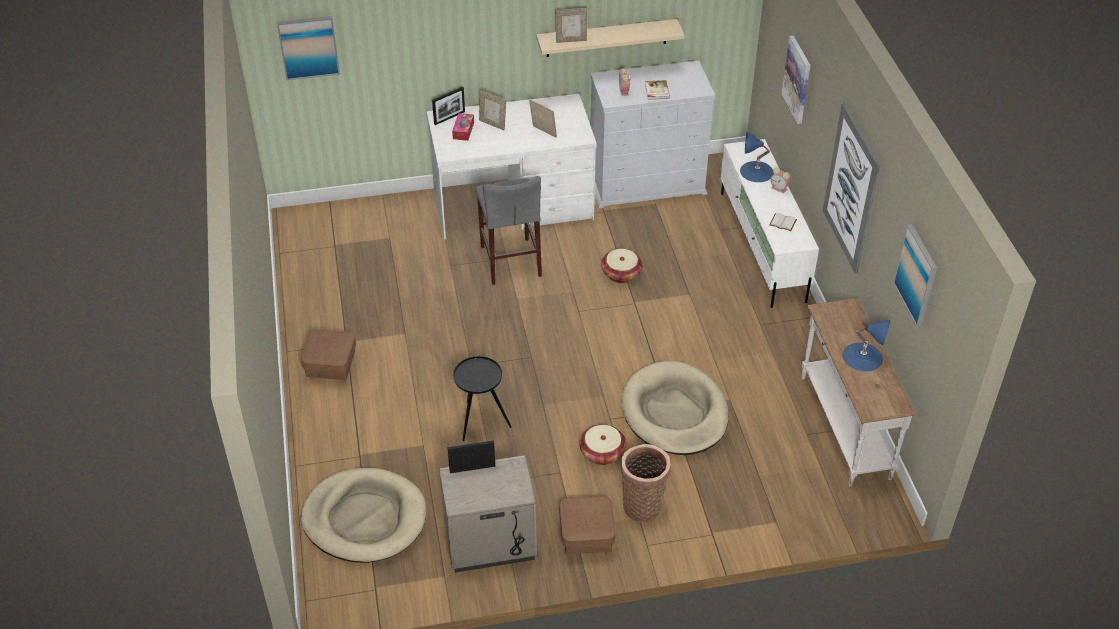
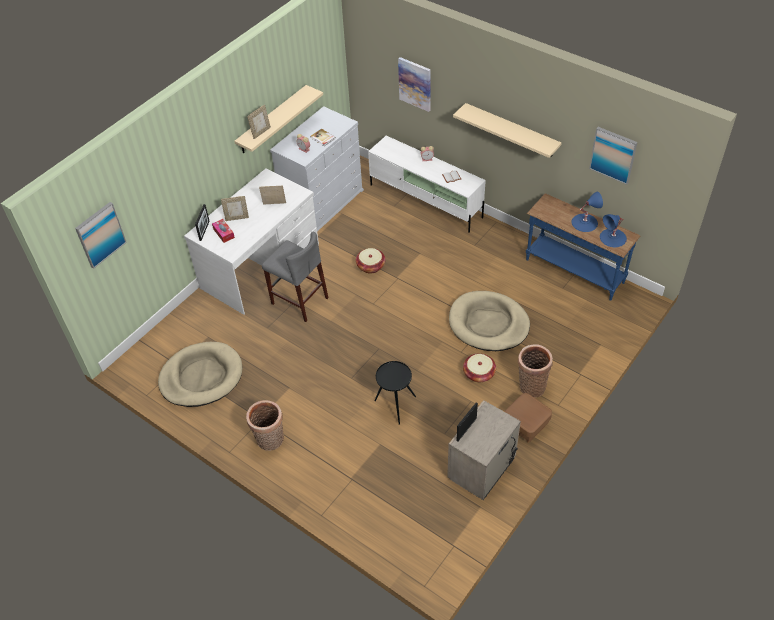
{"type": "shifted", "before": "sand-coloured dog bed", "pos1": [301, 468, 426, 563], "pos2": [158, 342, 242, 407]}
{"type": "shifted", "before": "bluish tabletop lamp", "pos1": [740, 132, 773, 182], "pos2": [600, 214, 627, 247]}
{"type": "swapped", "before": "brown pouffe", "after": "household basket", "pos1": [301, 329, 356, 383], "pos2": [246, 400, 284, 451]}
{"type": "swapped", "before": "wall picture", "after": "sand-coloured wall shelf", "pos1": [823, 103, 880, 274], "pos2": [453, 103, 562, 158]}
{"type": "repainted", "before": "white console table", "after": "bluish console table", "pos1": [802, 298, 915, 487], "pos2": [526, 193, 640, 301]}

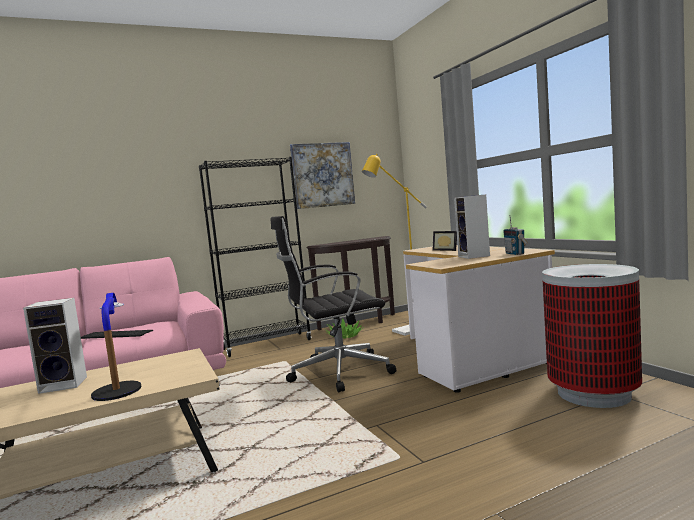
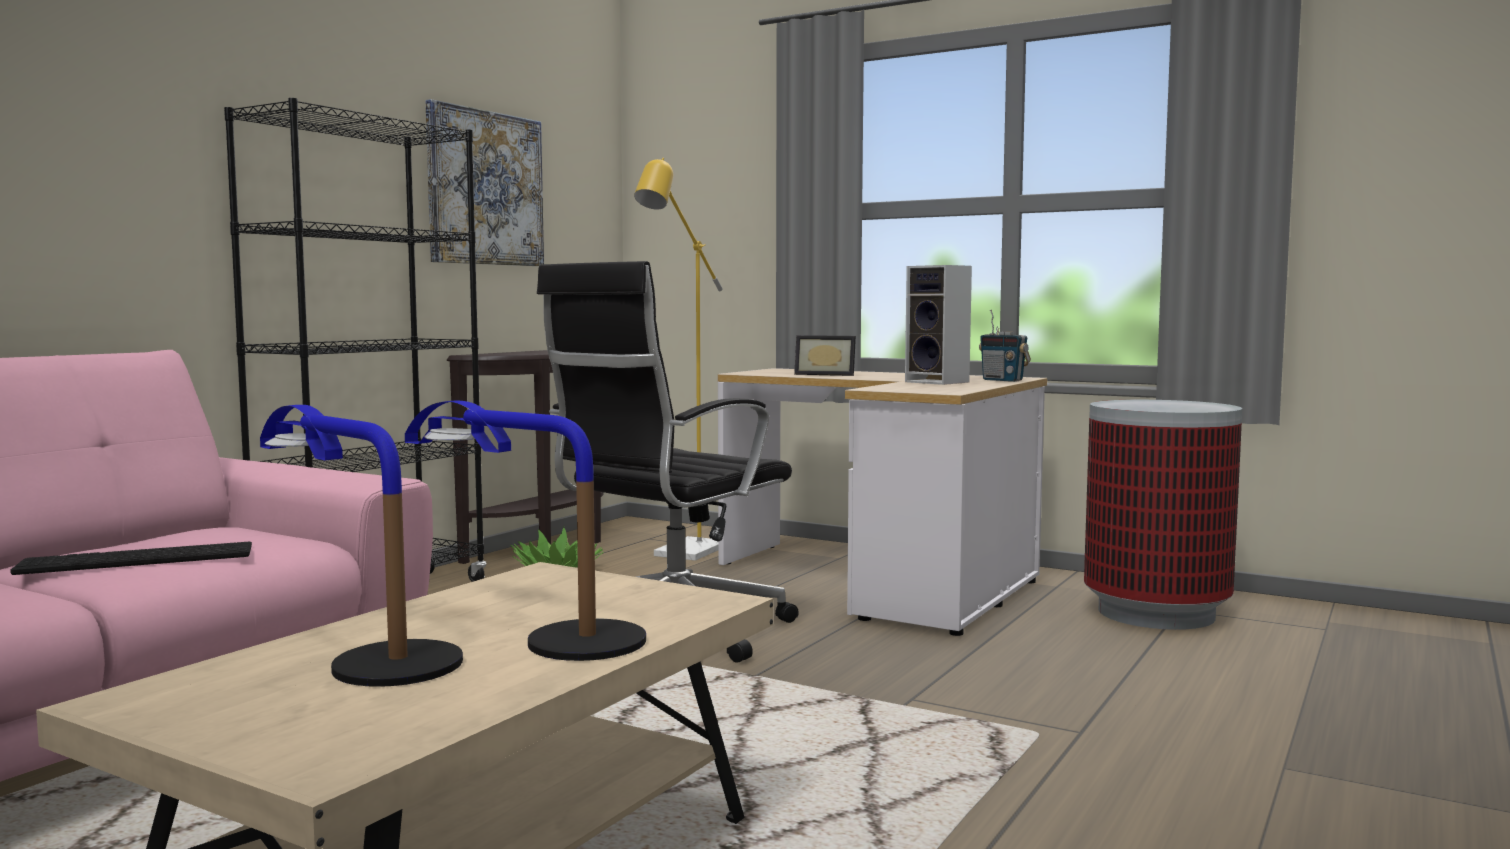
{"type": "swapped", "before": "audio speaker", "after": "tabletop lamp", "pos1": [23, 298, 87, 394], "pos2": [260, 405, 463, 687]}

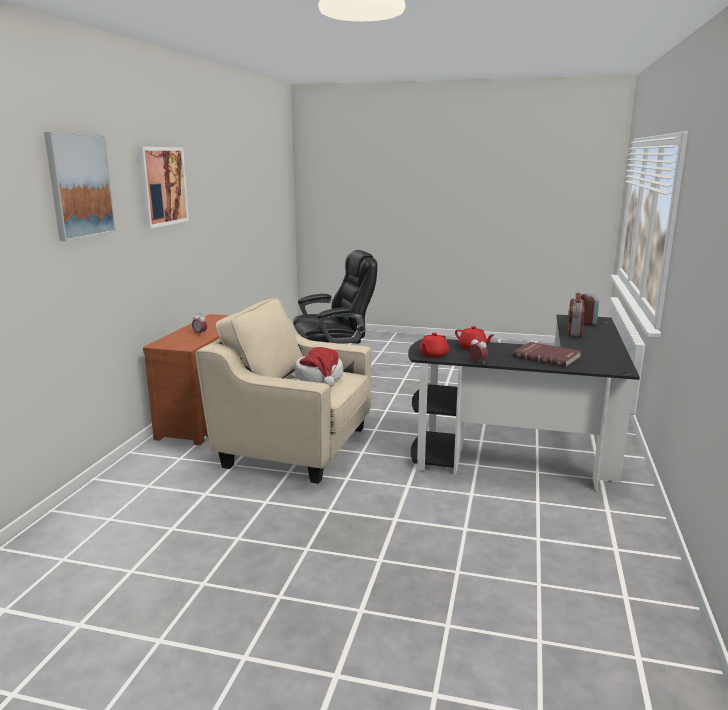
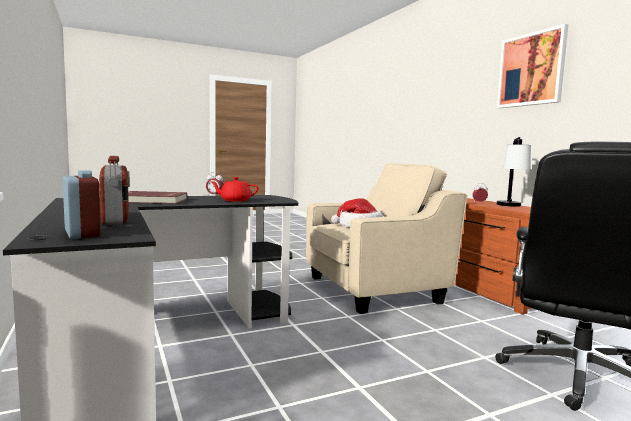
{"type": "gone", "before": "wall picture", "pos1": [44, 132, 116, 241]}
{"type": "gone", "before": "reddish tea pot", "pos1": [419, 332, 449, 358]}
{"type": "new", "after": "tabletop lamp", "pos2": [497, 137, 531, 207]}

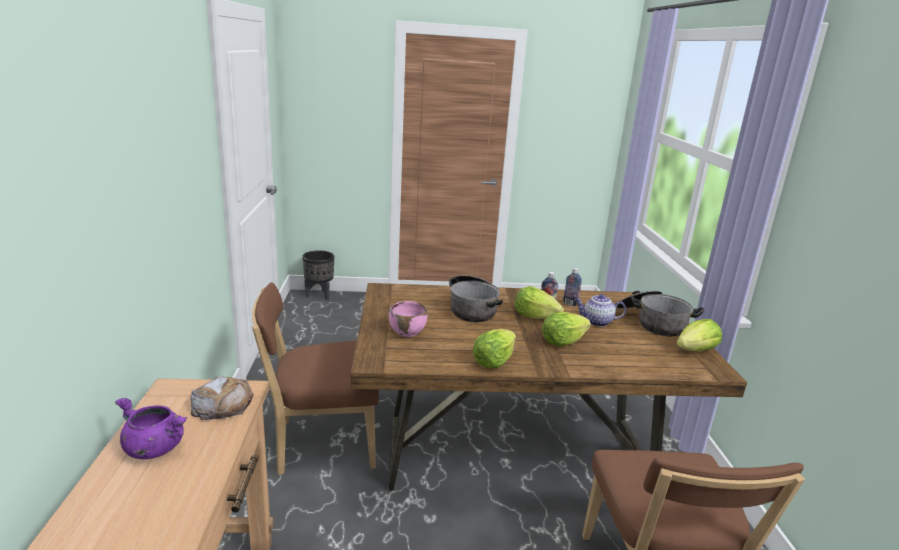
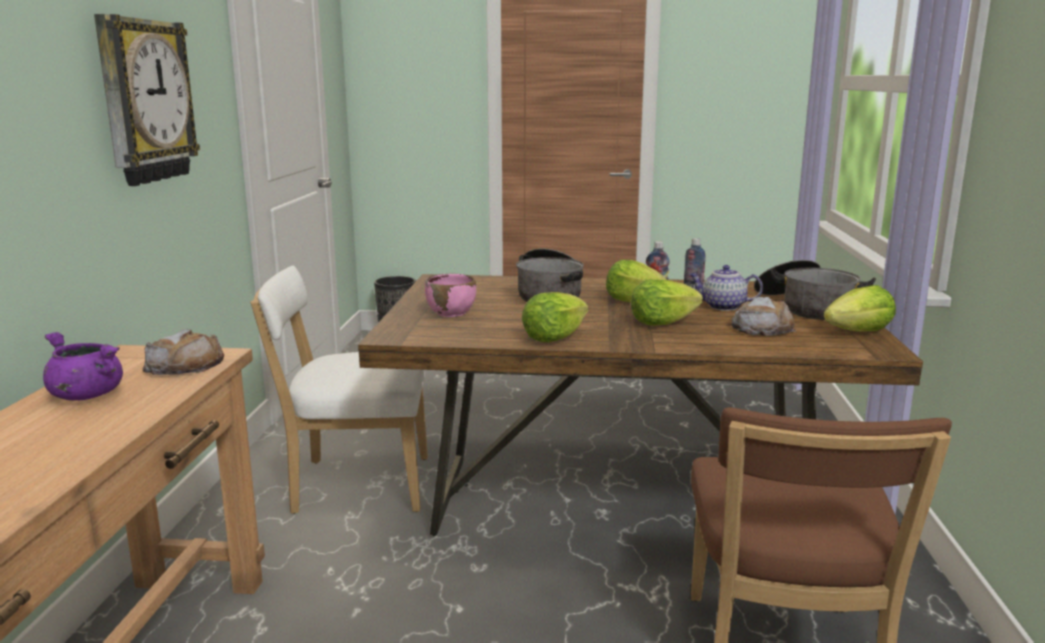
{"type": "new", "after": "hanging clock", "pos2": [94, 14, 200, 186]}
{"type": "new", "after": "bread", "pos2": [731, 297, 796, 336]}
{"type": "repainted", "before": "brown upright chair", "after": "white upright chair", "pos1": [252, 282, 379, 475], "pos2": [250, 266, 428, 514]}

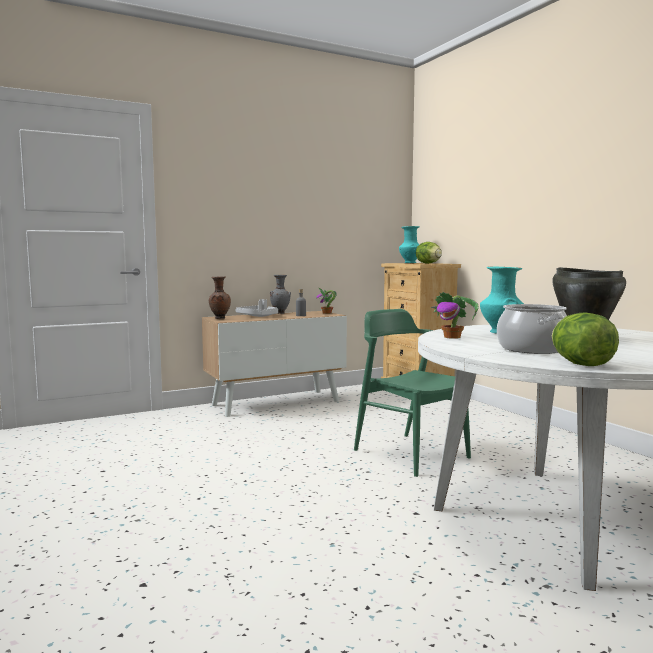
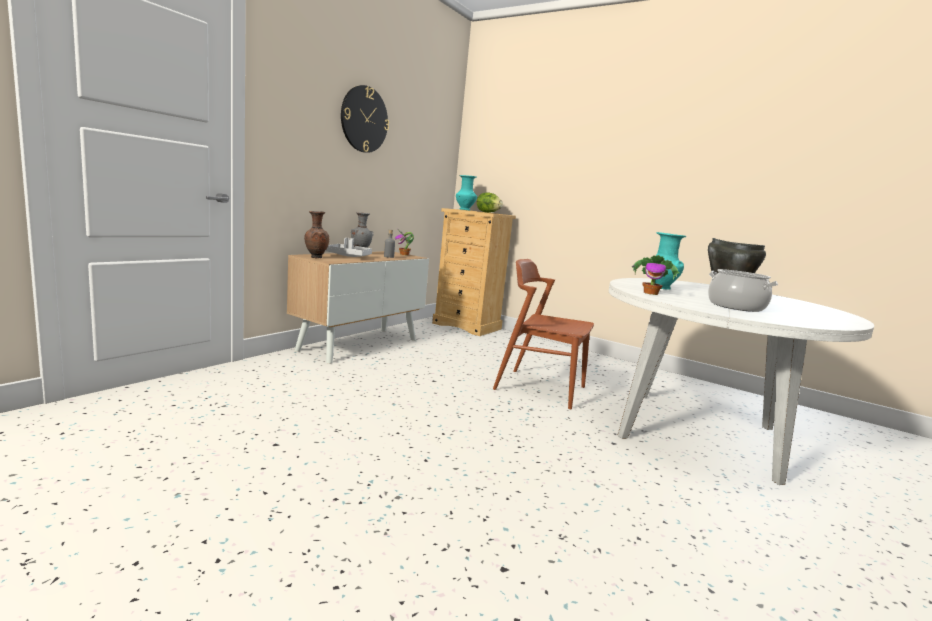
{"type": "gone", "before": "lettuce head", "pos1": [552, 312, 619, 366]}
{"type": "new", "after": "hanging clock", "pos2": [341, 85, 389, 153]}
{"type": "repainted", "before": "green upright chair", "after": "brown upright chair", "pos1": [354, 309, 471, 477], "pos2": [493, 259, 594, 409]}

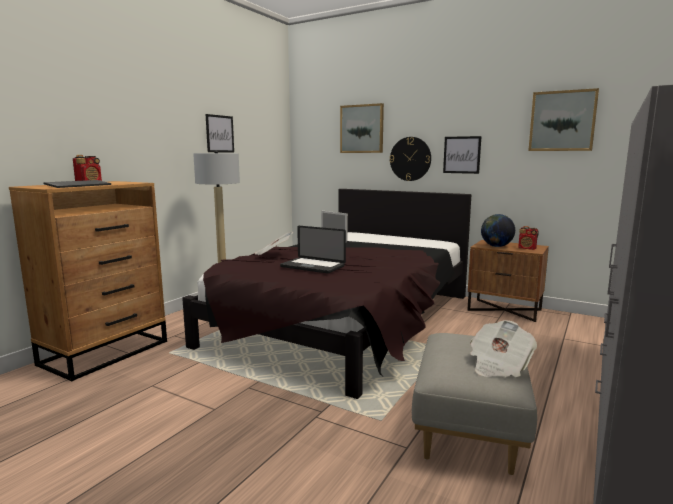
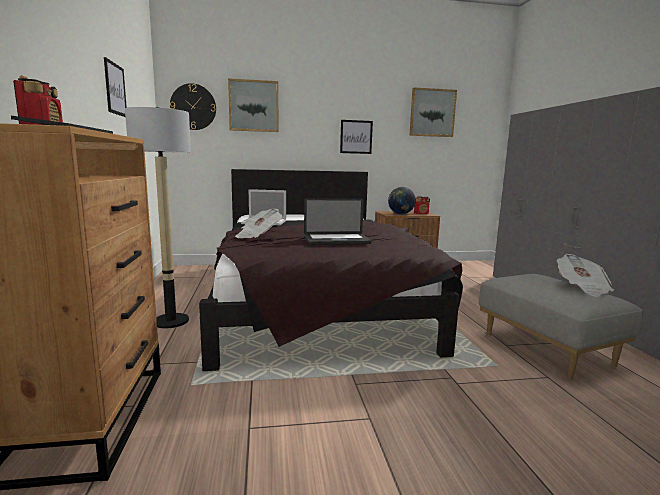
{"type": "shifted", "before": "hanging clock", "pos1": [390, 137, 431, 181], "pos2": [170, 83, 216, 130]}

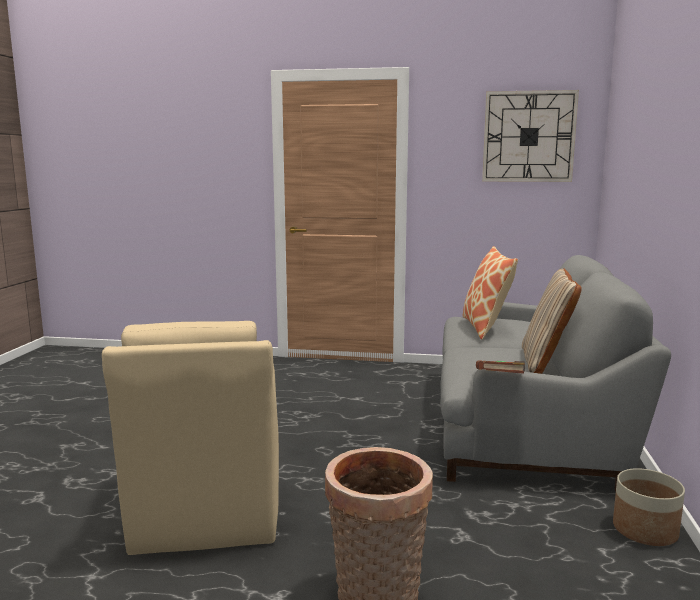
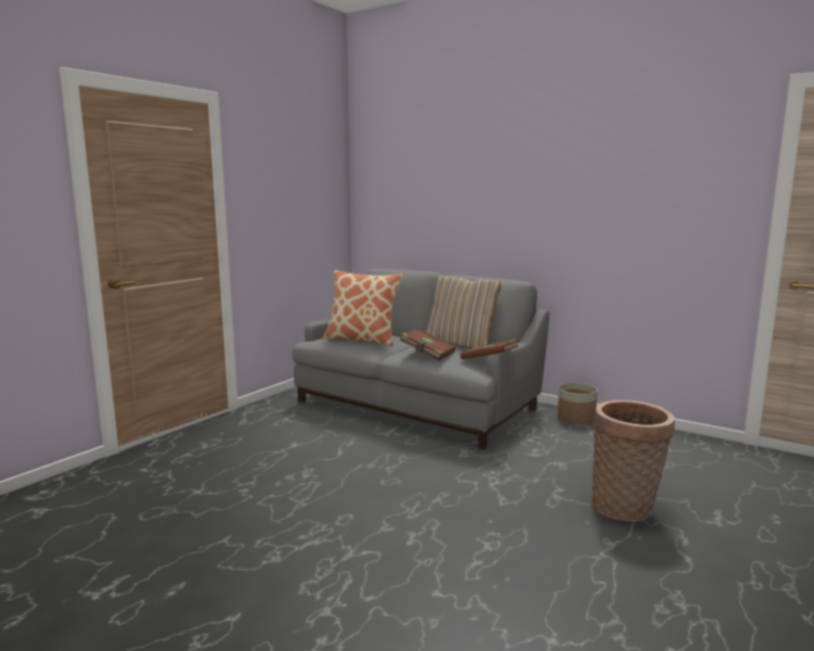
{"type": "gone", "before": "sand-coloured easy chair", "pos1": [102, 321, 279, 555]}
{"type": "gone", "before": "hanging clock", "pos1": [482, 90, 579, 182]}
{"type": "new", "after": "brown bound book", "pos2": [400, 328, 456, 360]}

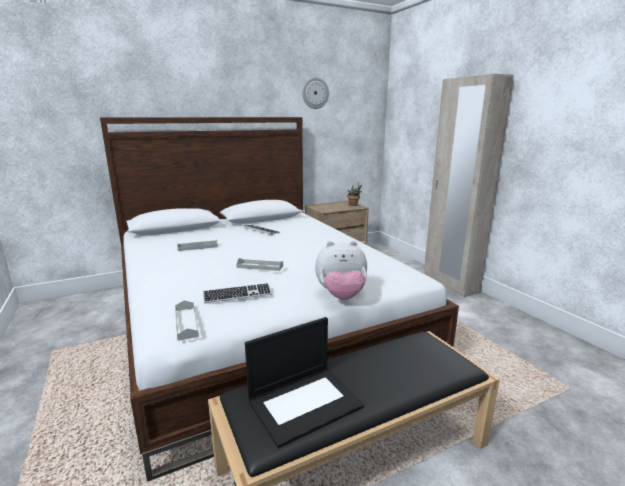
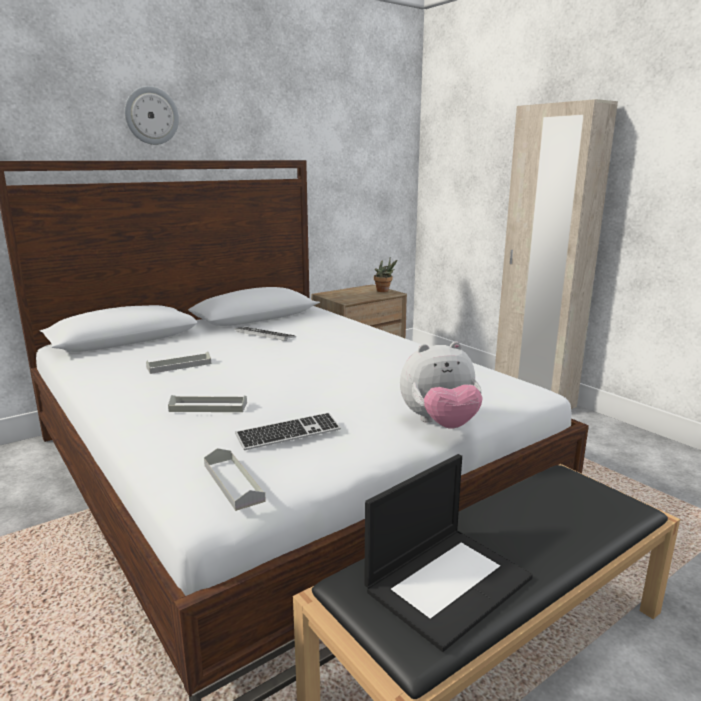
{"type": "shifted", "before": "greyish carrying tray", "pos1": [236, 258, 283, 271], "pos2": [168, 395, 247, 412]}
{"type": "shifted", "before": "hanging clock", "pos1": [302, 77, 329, 109], "pos2": [124, 86, 179, 145]}

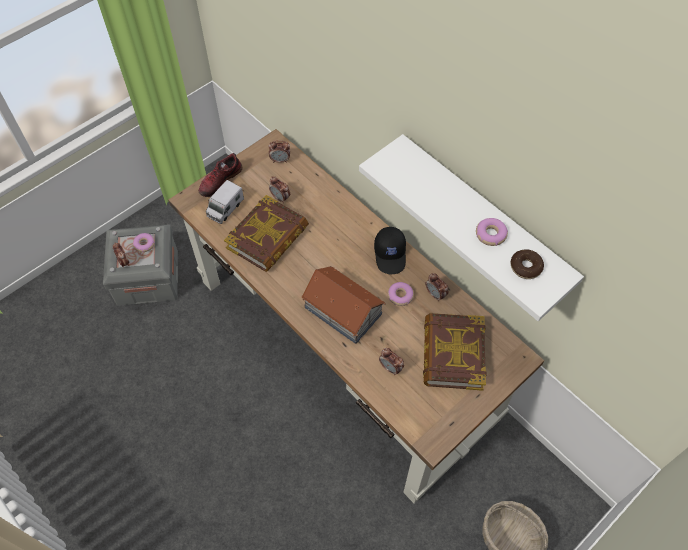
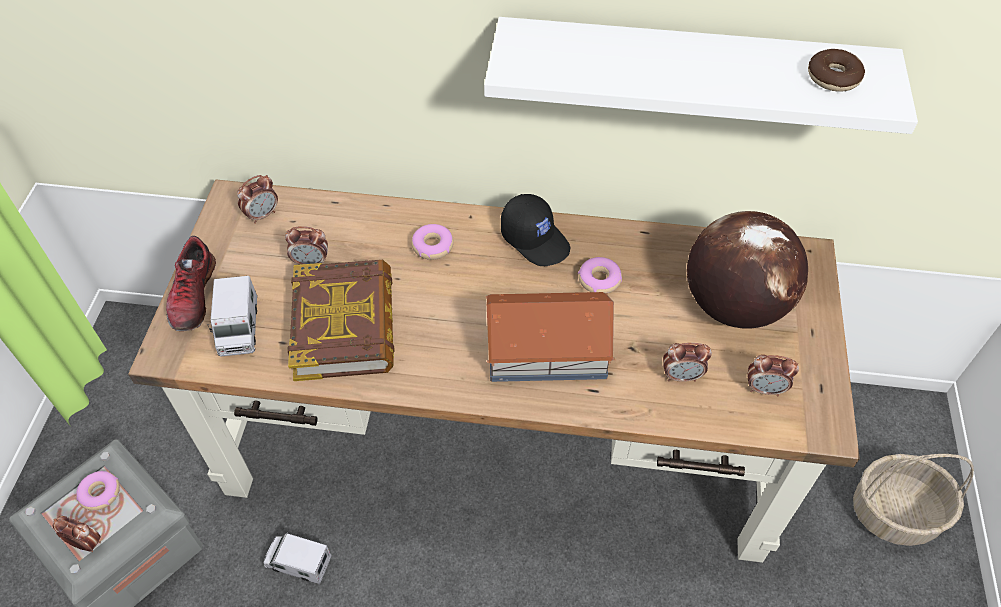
{"type": "new", "after": "toy truck", "pos2": [264, 532, 332, 585]}
{"type": "shifted", "before": "table clock", "pos1": [425, 273, 448, 301], "pos2": [748, 355, 799, 396]}
{"type": "shifted", "before": "donut", "pos1": [476, 218, 508, 246], "pos2": [411, 224, 454, 260]}
{"type": "swapped", "before": "bound book", "after": "globe", "pos1": [423, 313, 487, 391], "pos2": [687, 211, 808, 328]}

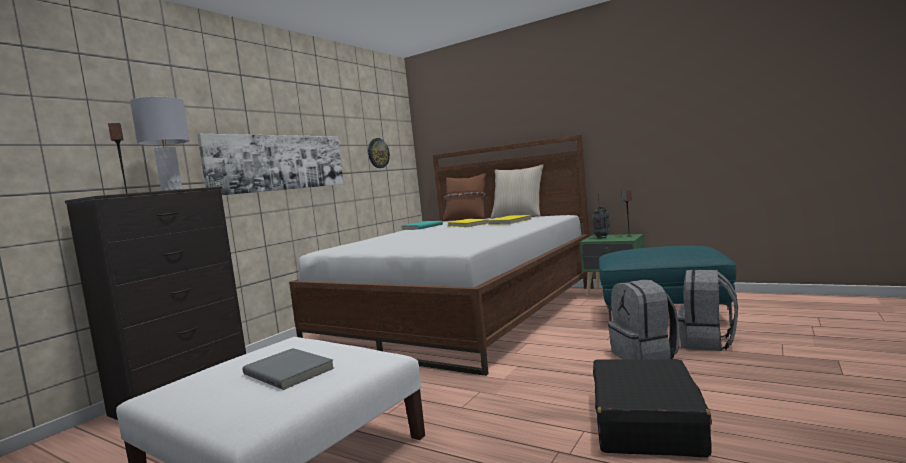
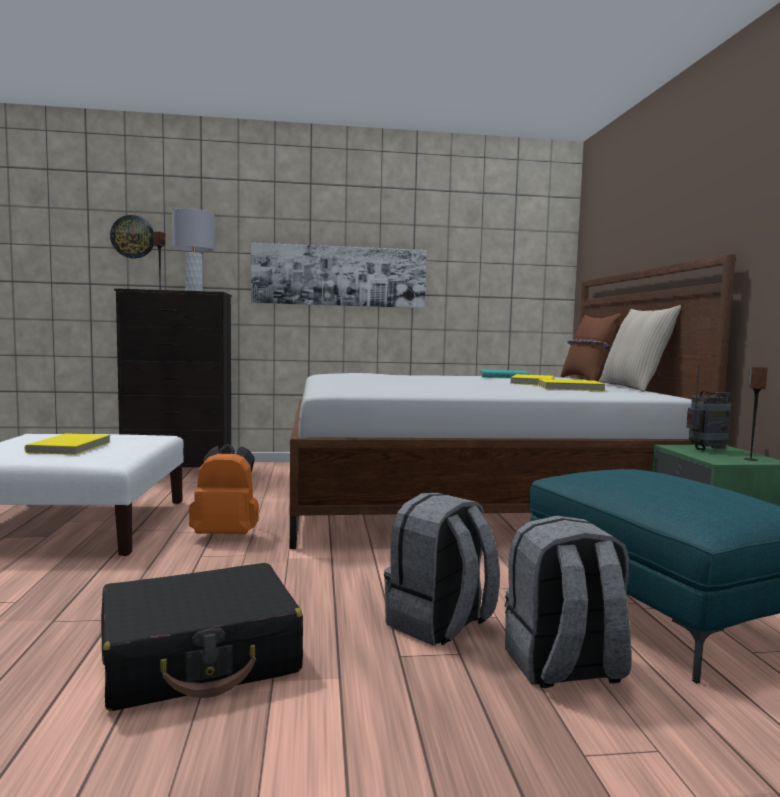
{"type": "new", "after": "orange backpack", "pos2": [189, 444, 259, 534]}
{"type": "shifted", "before": "hanging clock", "pos1": [368, 138, 390, 168], "pos2": [110, 215, 154, 259]}
{"type": "repainted", "before": "greyish bound book", "after": "yellow-coloured bound book", "pos1": [242, 348, 334, 390], "pos2": [25, 433, 110, 455]}

